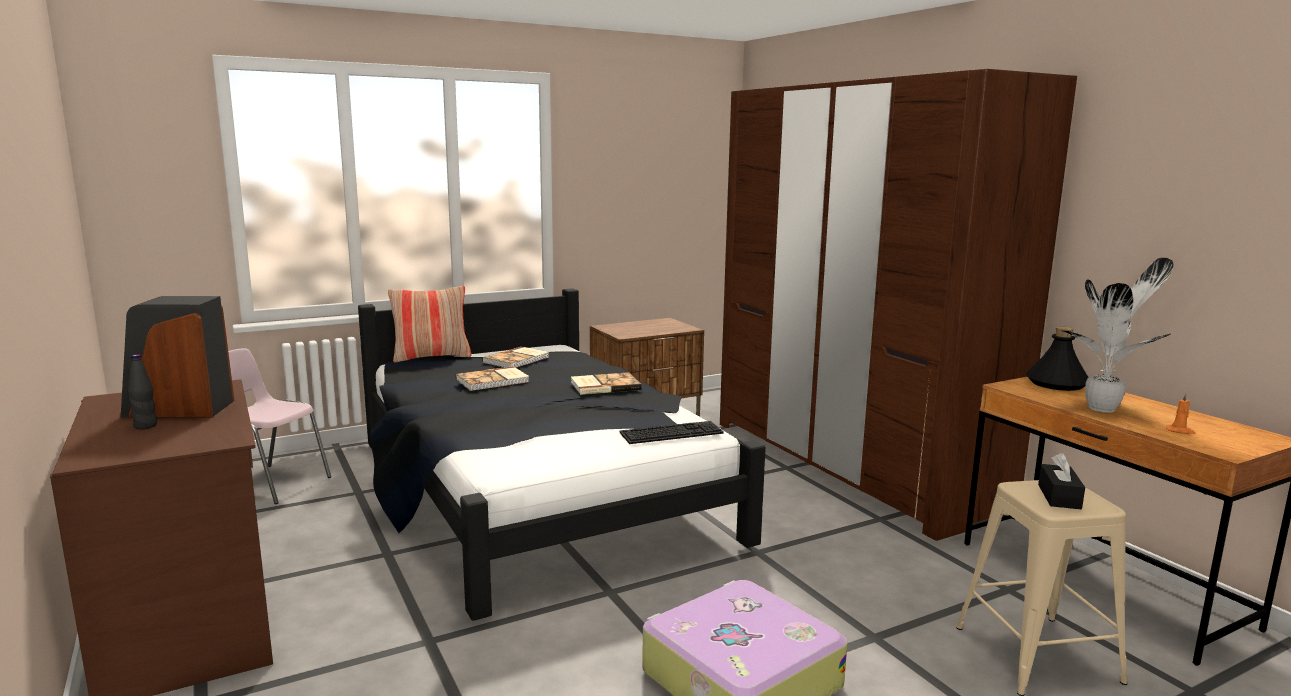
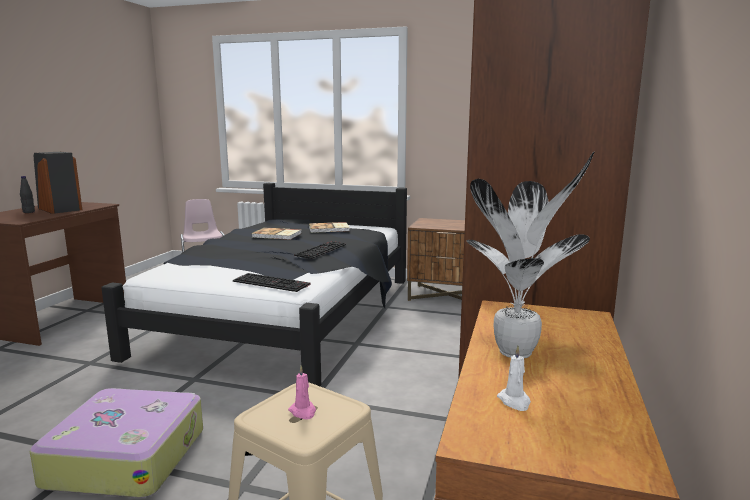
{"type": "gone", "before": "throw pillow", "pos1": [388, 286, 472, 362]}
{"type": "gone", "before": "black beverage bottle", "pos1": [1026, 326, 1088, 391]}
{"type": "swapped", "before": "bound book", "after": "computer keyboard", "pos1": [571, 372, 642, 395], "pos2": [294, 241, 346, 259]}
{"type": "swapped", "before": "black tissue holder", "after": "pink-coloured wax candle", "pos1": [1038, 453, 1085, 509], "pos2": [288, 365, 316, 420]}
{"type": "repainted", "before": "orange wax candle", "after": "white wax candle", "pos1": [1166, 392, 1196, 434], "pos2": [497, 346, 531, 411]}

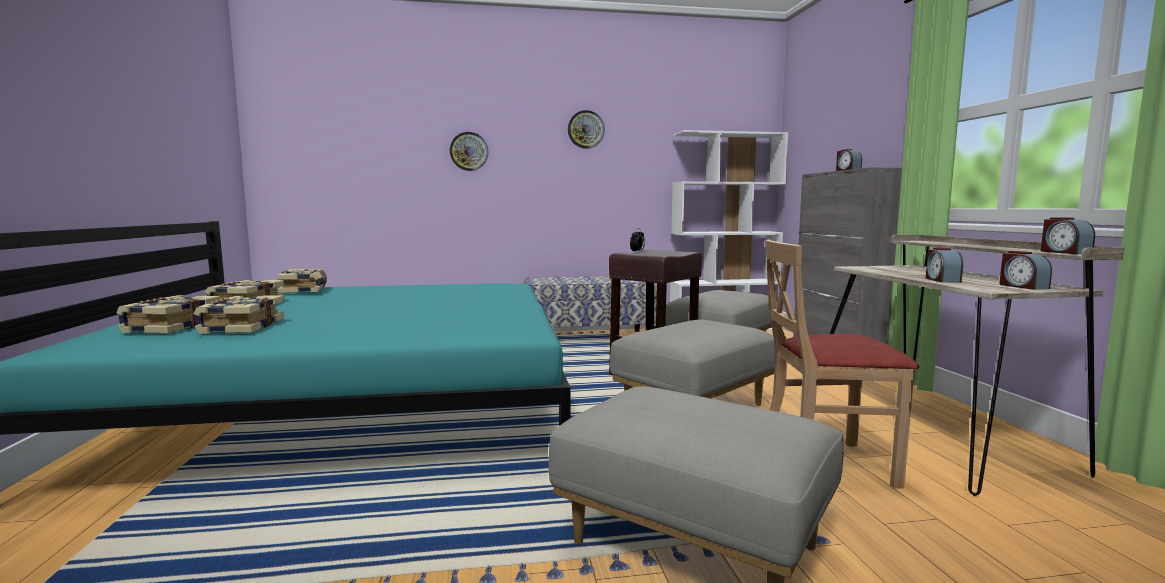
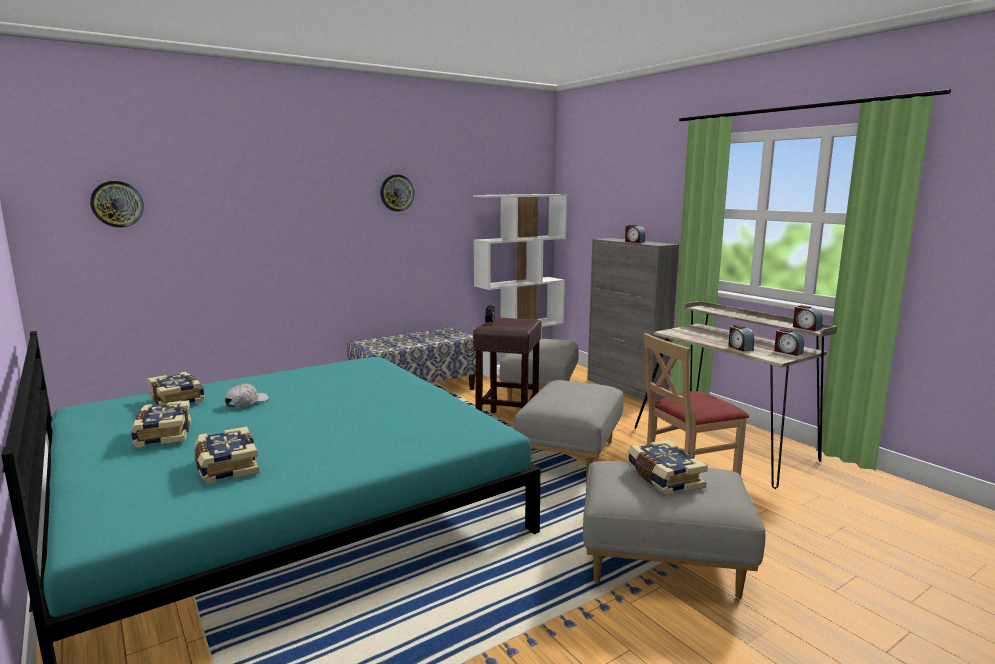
{"type": "new", "after": "white peaked cap", "pos2": [225, 384, 269, 408]}
{"type": "shifted", "before": "bound book", "pos1": [116, 295, 220, 334], "pos2": [628, 440, 708, 495]}
{"type": "shifted", "before": "hanging clock", "pos1": [450, 132, 488, 171], "pos2": [90, 181, 144, 228]}

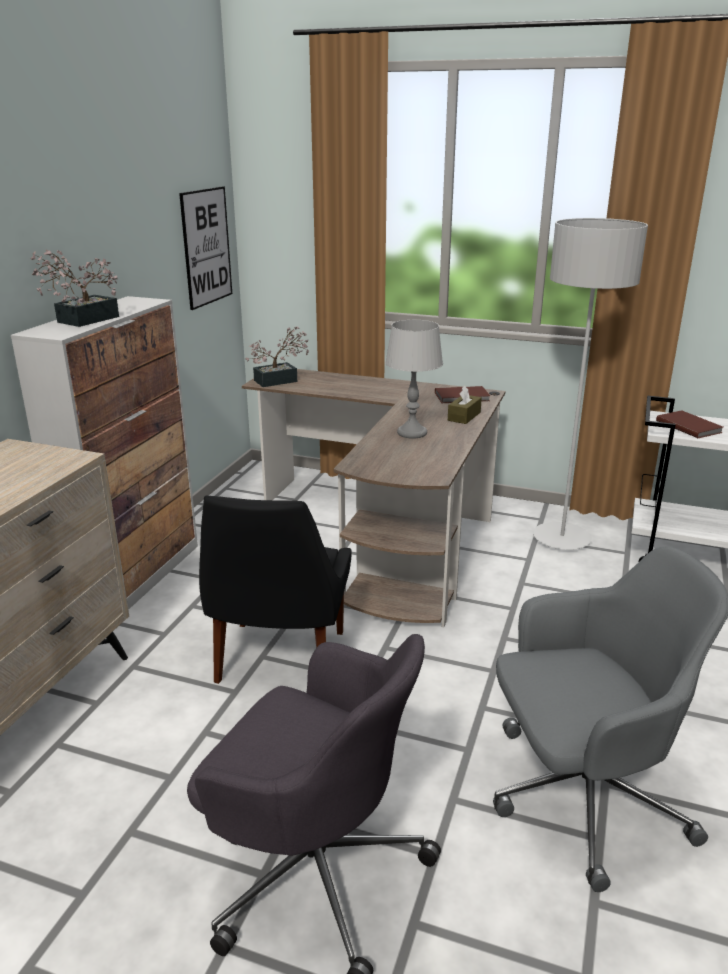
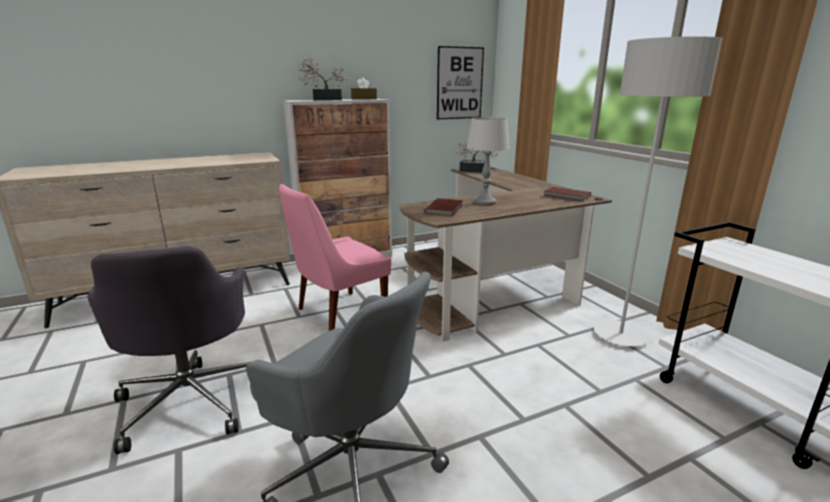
{"type": "shifted", "before": "brown tissue holder", "pos1": [448, 385, 482, 424], "pos2": [351, 77, 377, 100]}
{"type": "shifted", "before": "brown bound book", "pos1": [656, 410, 723, 438], "pos2": [424, 198, 463, 216]}
{"type": "repainted", "before": "black upright chair", "after": "pink-coloured upright chair", "pos1": [199, 496, 352, 684], "pos2": [279, 184, 391, 331]}

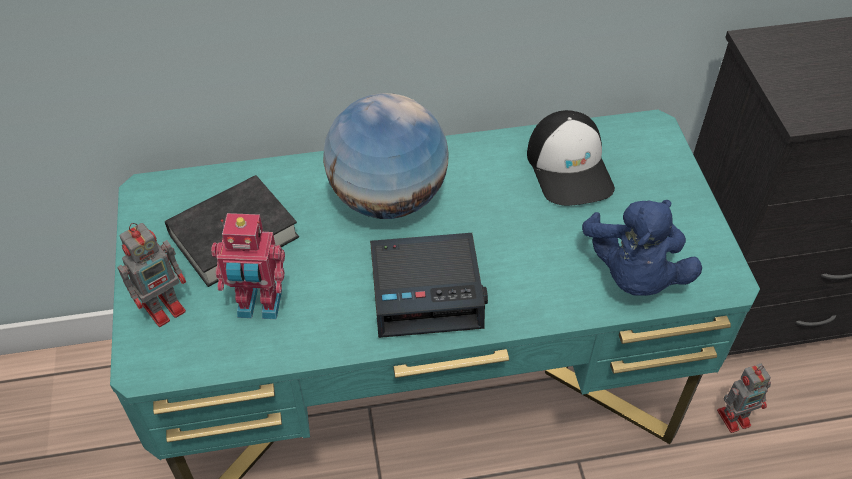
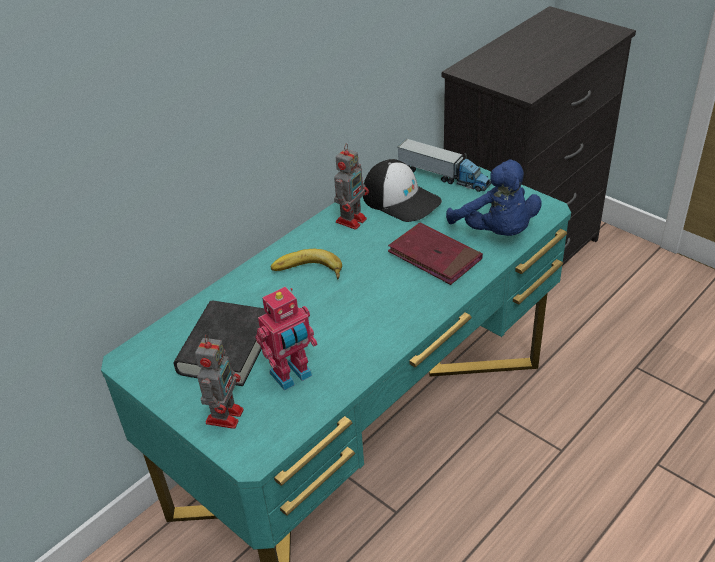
{"type": "gone", "before": "table clock", "pos1": [370, 233, 488, 338]}
{"type": "new", "after": "reddish bound book", "pos2": [388, 222, 483, 285]}
{"type": "new", "after": "toy truck", "pos2": [398, 138, 491, 192]}
{"type": "shifted", "before": "robot figure", "pos1": [717, 364, 771, 433], "pos2": [334, 144, 369, 230]}
{"type": "swapped", "before": "globe", "after": "banana", "pos1": [323, 93, 448, 219], "pos2": [271, 249, 342, 279]}

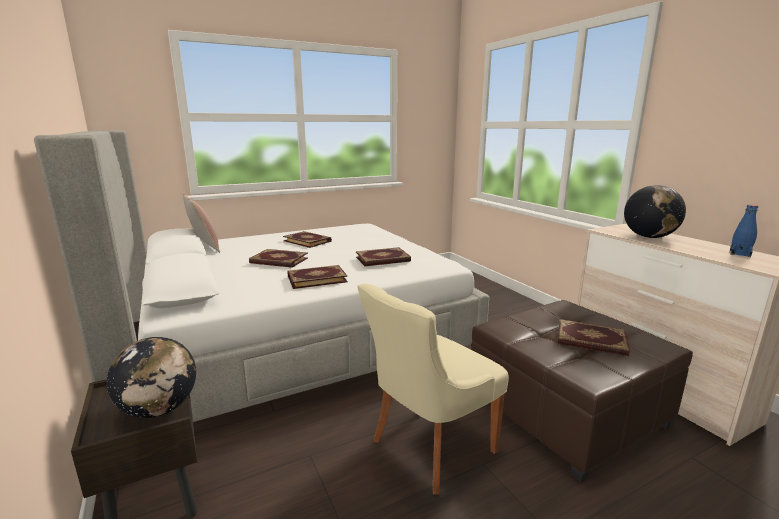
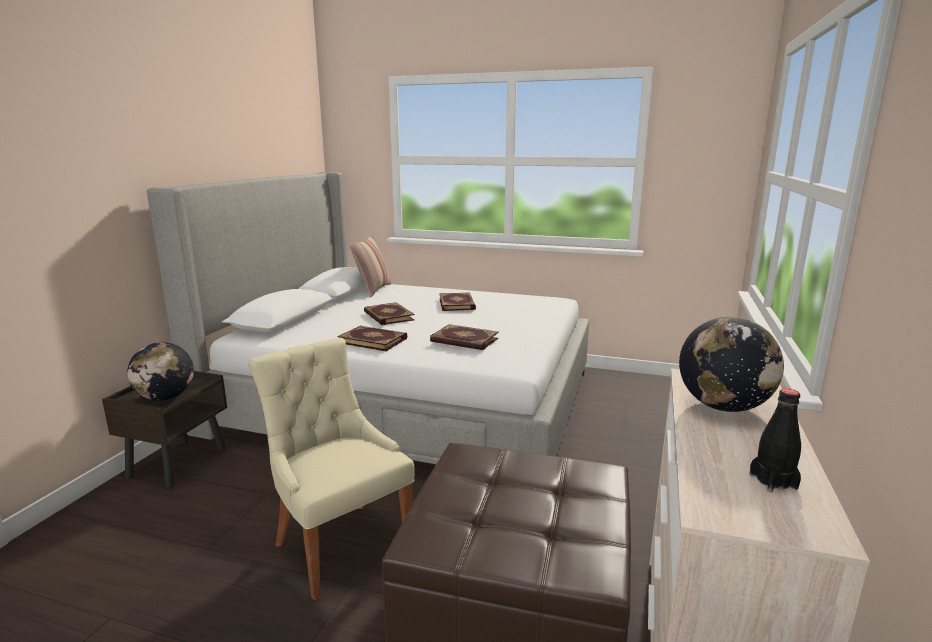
{"type": "gone", "before": "bound book", "pos1": [557, 319, 630, 356]}
{"type": "repainted", "before": "bluish beverage bottle", "after": "black beverage bottle", "pos1": [730, 205, 758, 257], "pos2": [749, 388, 801, 492]}
{"type": "rotated", "before": "sand-coloured upright chair", "pos1": [357, 283, 509, 495], "pos2": [248, 338, 415, 600], "turn": 45}

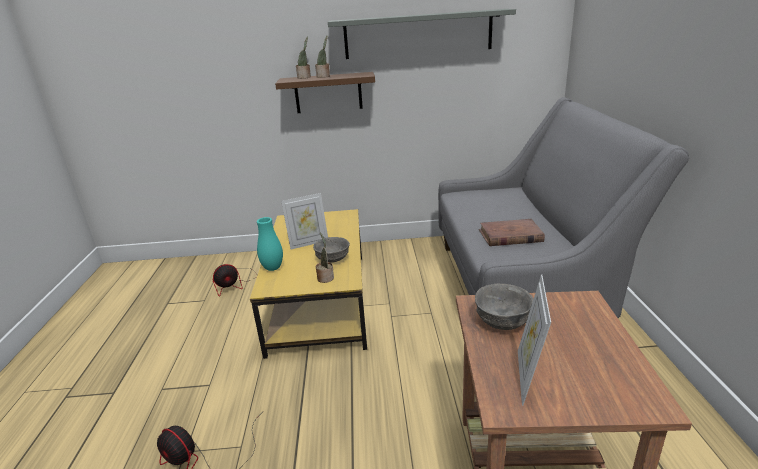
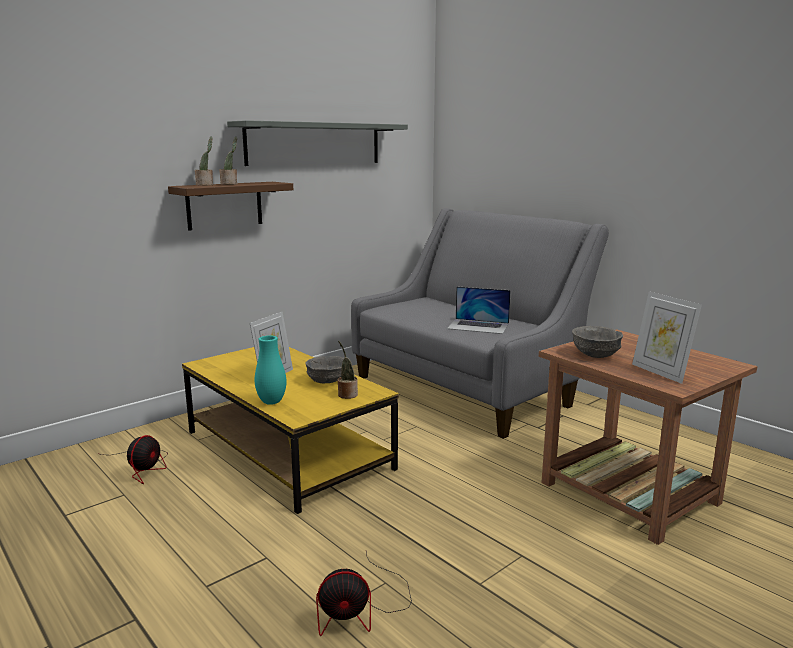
{"type": "swapped", "before": "brown bound book", "after": "portable computer", "pos1": [479, 219, 545, 246], "pos2": [447, 287, 511, 334]}

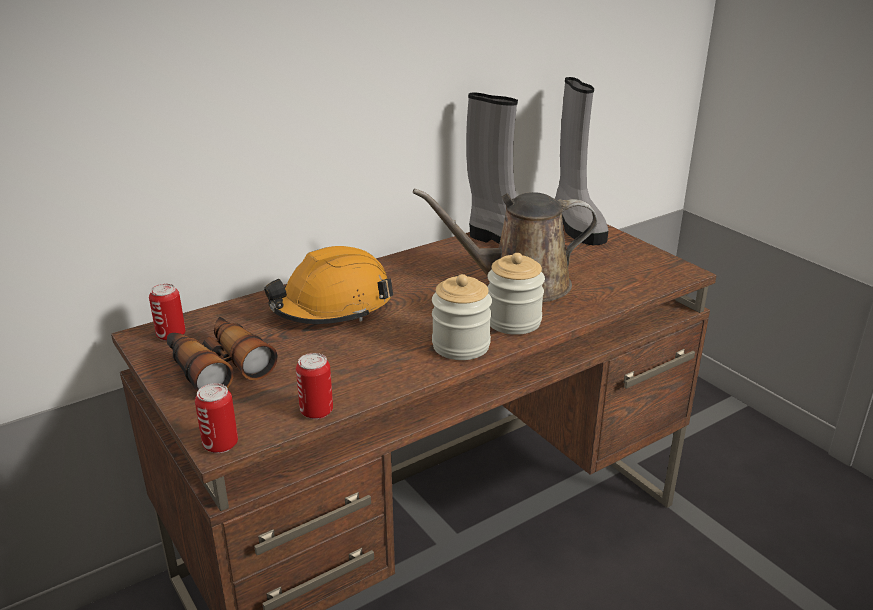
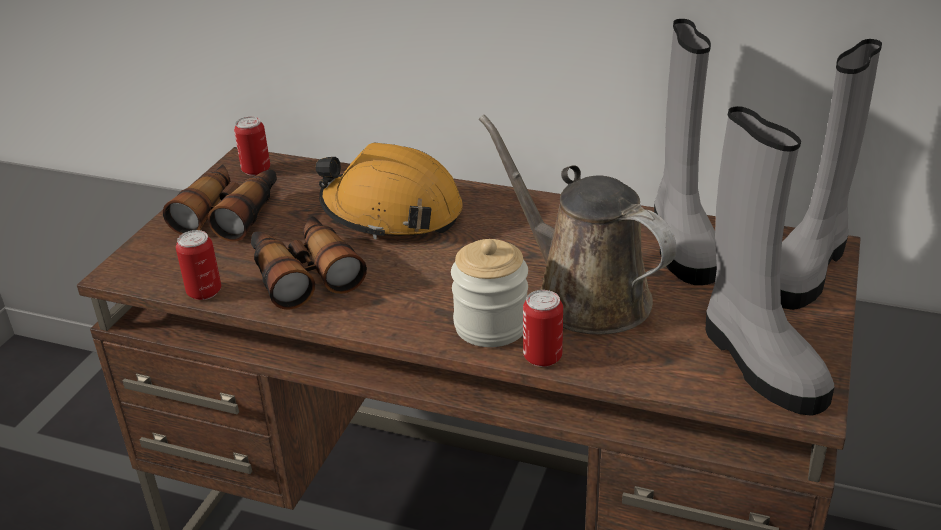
{"type": "gone", "before": "jar", "pos1": [432, 274, 492, 360]}
{"type": "new", "after": "field glasses", "pos2": [251, 216, 367, 310]}
{"type": "new", "after": "greyish boot", "pos2": [706, 106, 834, 416]}
{"type": "shifted", "before": "sealed can", "pos1": [195, 383, 238, 453], "pos2": [523, 290, 563, 367]}

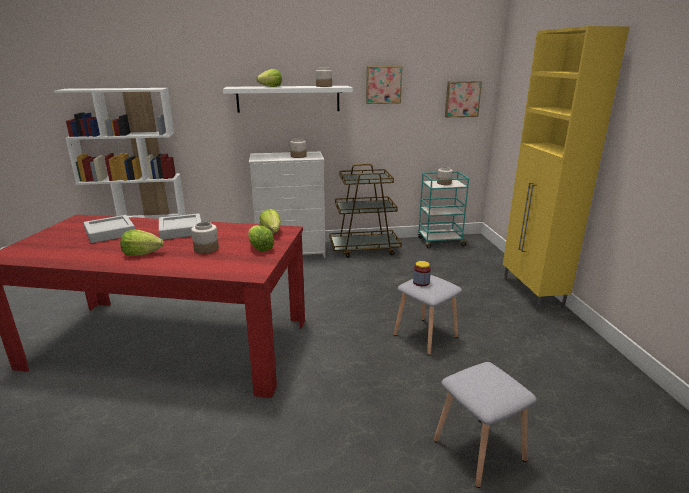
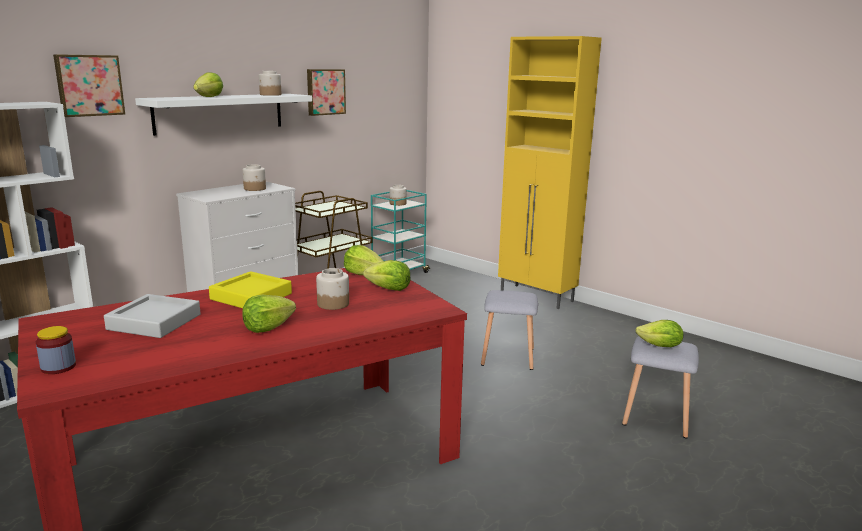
{"type": "new", "after": "lettuce head", "pos2": [635, 320, 684, 347]}
{"type": "shifted", "before": "jar", "pos1": [413, 261, 431, 286], "pos2": [36, 326, 76, 374]}
{"type": "shifted", "before": "wall picture", "pos1": [445, 81, 482, 117], "pos2": [53, 54, 125, 117]}
{"type": "repainted", "before": "greyish carrying tray", "after": "yellow-coloured carrying tray", "pos1": [159, 213, 201, 240], "pos2": [209, 271, 292, 308]}

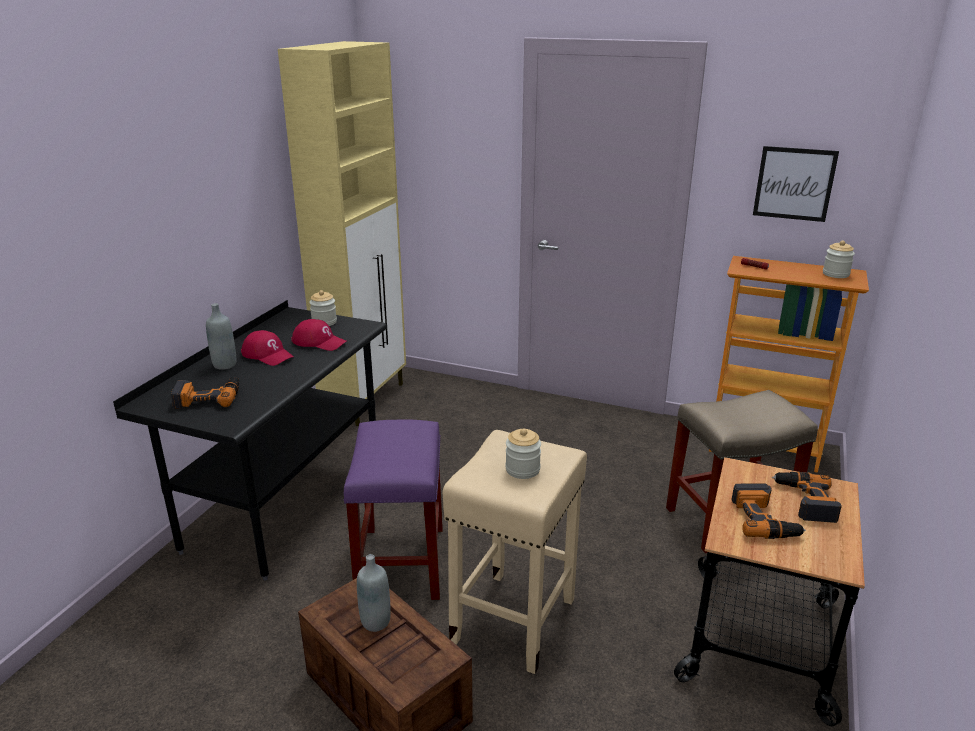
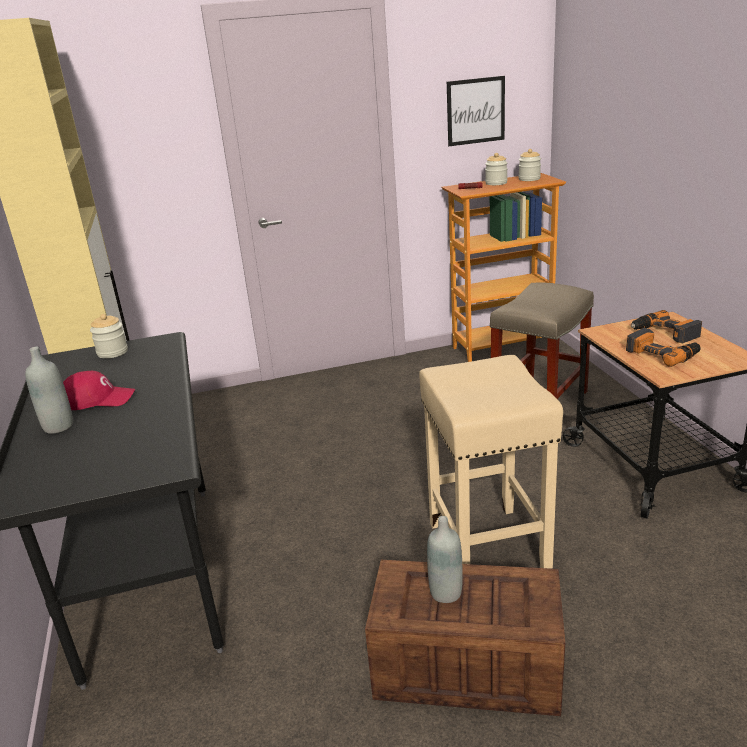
{"type": "gone", "before": "drill", "pos1": [171, 377, 239, 409]}
{"type": "gone", "before": "reddish peaked cap", "pos1": [291, 319, 347, 351]}
{"type": "gone", "before": "purple stool", "pos1": [344, 419, 443, 600]}
{"type": "shifted", "before": "jar", "pos1": [505, 428, 541, 479], "pos2": [485, 153, 508, 185]}

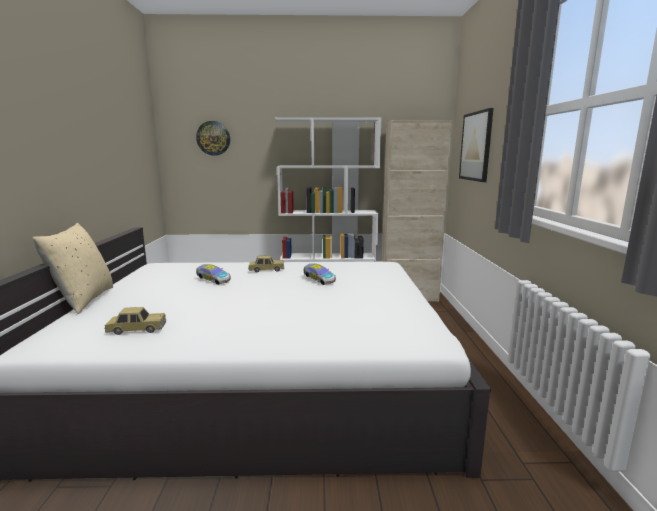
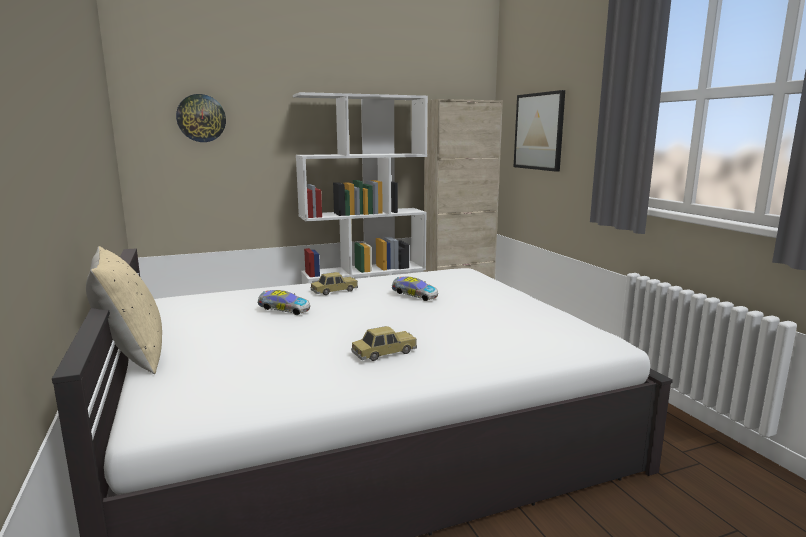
{"type": "shifted", "before": "toy car", "pos1": [104, 307, 166, 335], "pos2": [351, 326, 417, 361]}

